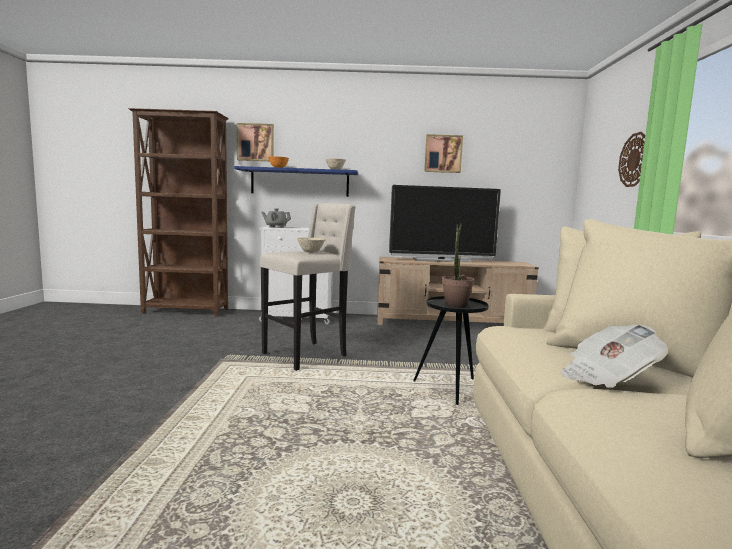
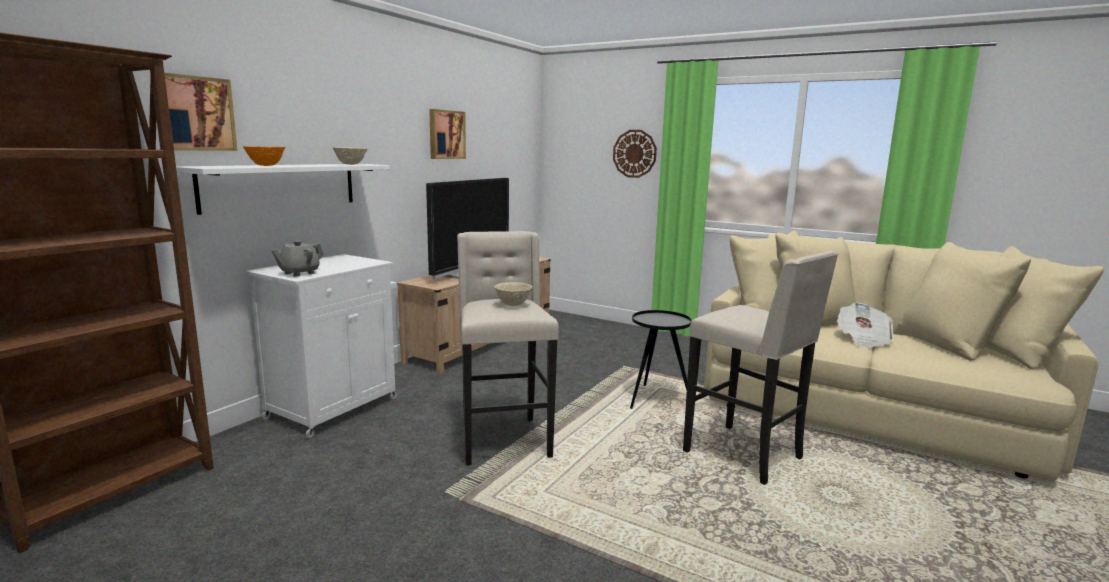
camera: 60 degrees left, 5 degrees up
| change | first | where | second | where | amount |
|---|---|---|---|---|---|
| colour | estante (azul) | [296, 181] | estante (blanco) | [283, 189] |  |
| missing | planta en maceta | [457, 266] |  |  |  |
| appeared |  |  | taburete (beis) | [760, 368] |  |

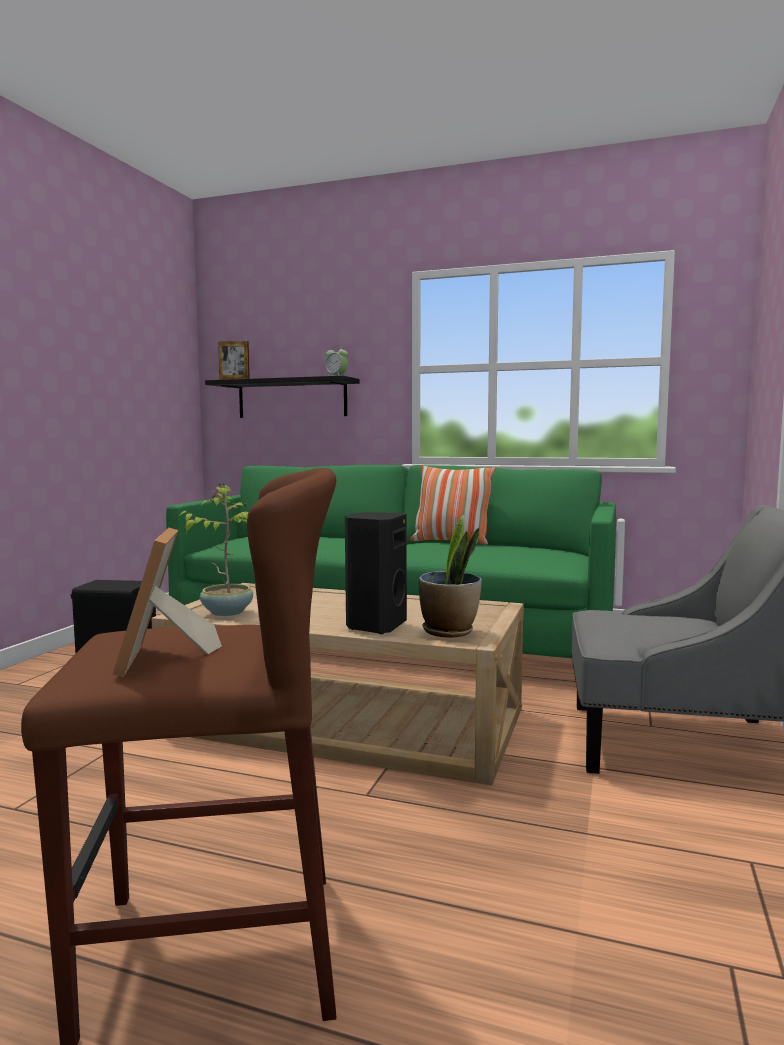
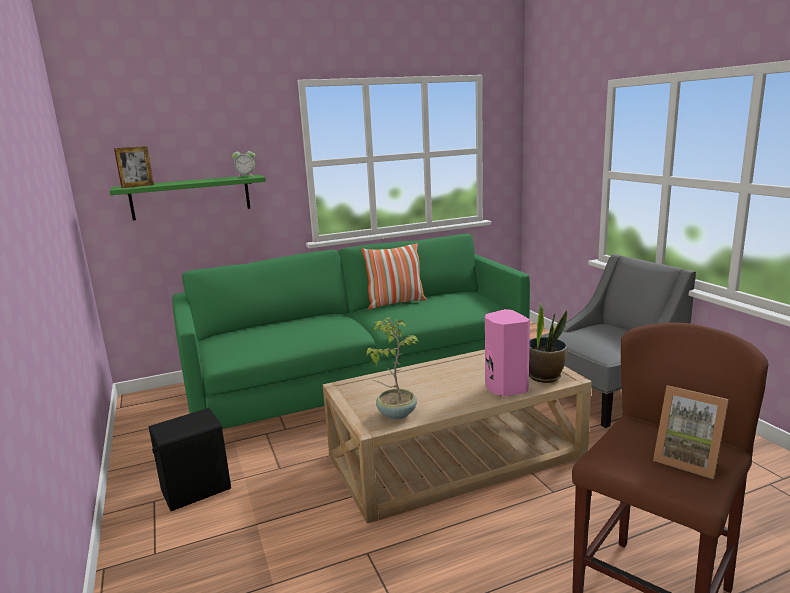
camera: 40 degrees left, 10 degrees up
| change | first | where | second | where | amount |
|---|---|---|---|---|---|
| colour | estante (negro) | [282, 396] | estante (verde) | [188, 198] |  |
| colour | altavoz (negro) | [376, 573] | altavoz (rosa) | [507, 352] |  |

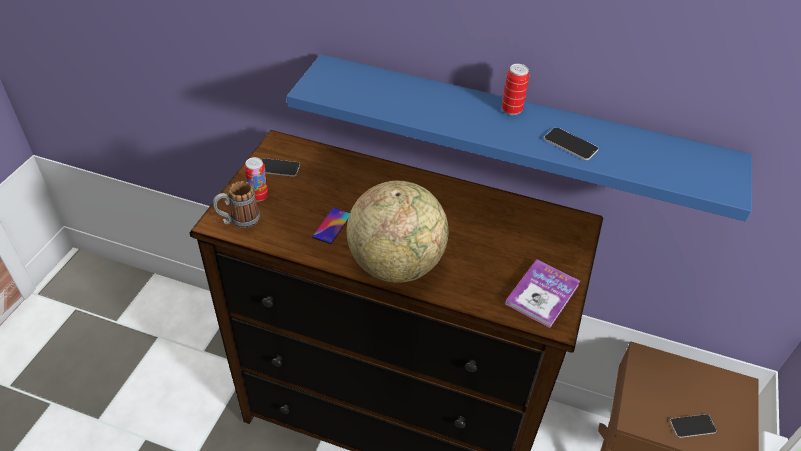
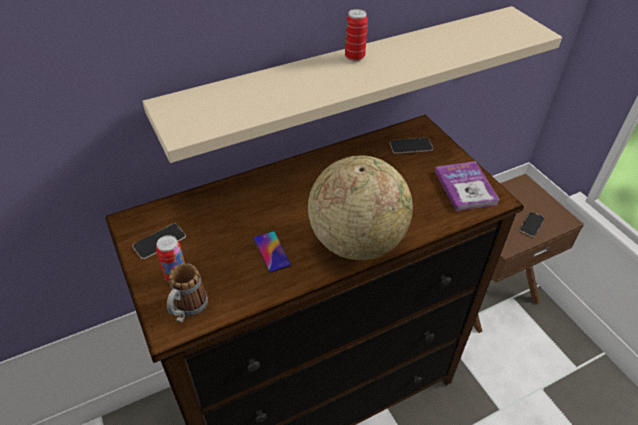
camera: 45 degrees left, 0 degrees up
| change | first | where | second | where | amount |
|---|---|---|---|---|---|
| colour | estante (azul) | [519, 137] | estante (beis) | [352, 84] |  |
| relocated | móvil | [571, 143] |  | [411, 146] |  |

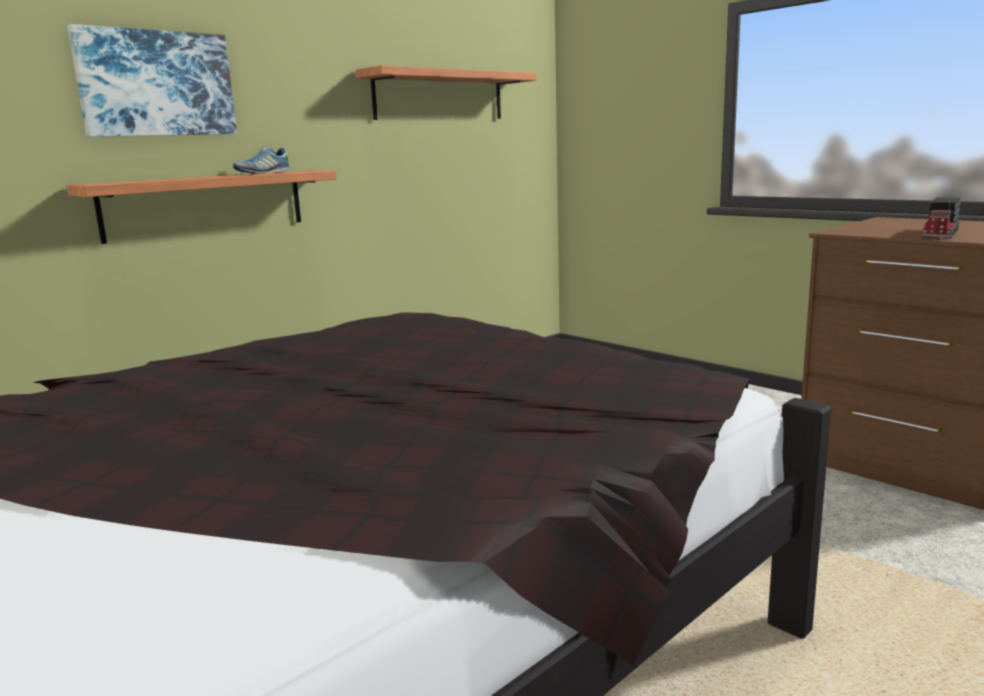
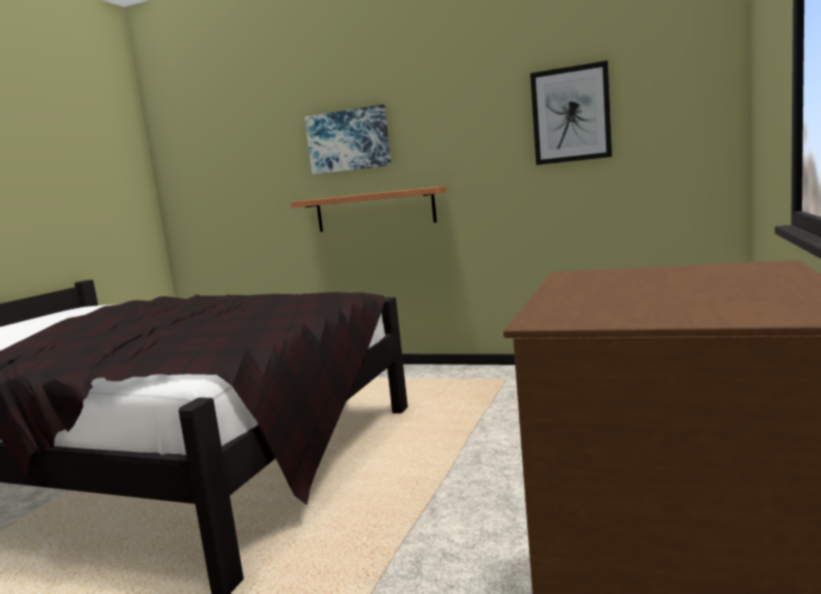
camera: 65 degrees right, 5 degrees down
| change | first | where | second | where | amount |
|---|---|---|---|---|---|
| missing | zapato | [261, 160] |  |  |  |
| exchanged | estante | [446, 92] | cuadro | [571, 113] |  |
| missing | camión de juguete | [941, 217] |  |  |  |

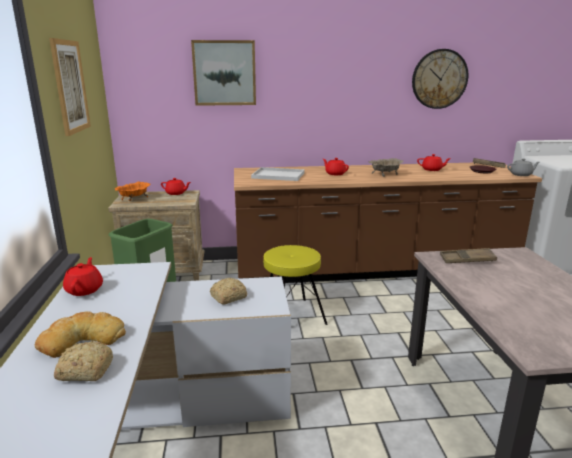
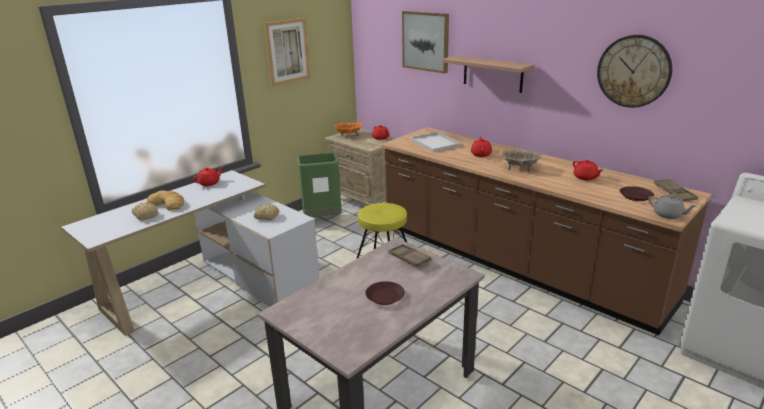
camera: 50 degrees right, 5 degrees up
| change | first | where | second | where | amount |
|---|---|---|---|---|---|
| appeared |  |  | plato (marrón) | [385, 293] |  |
| appeared |  |  | estante | [488, 74] |  |

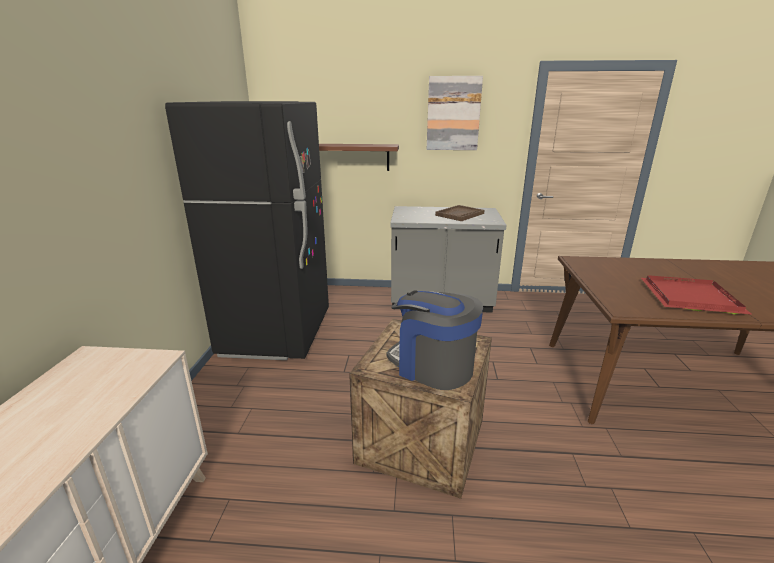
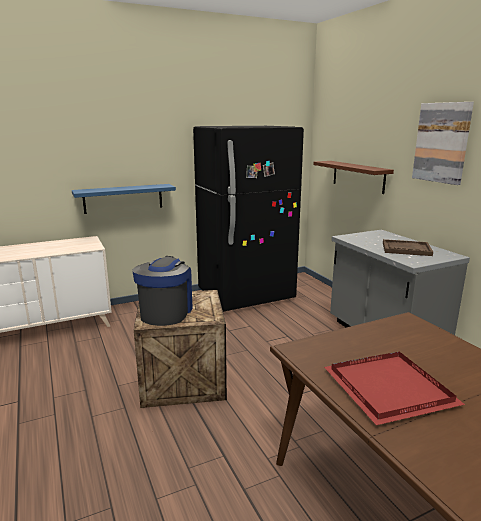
camera: 60 degrees right, 5 degrees down
| change | first | where | second | where | amount |
|---|---|---|---|---|---|
| appeared |  |  | estante (azul) | [124, 199] |  |

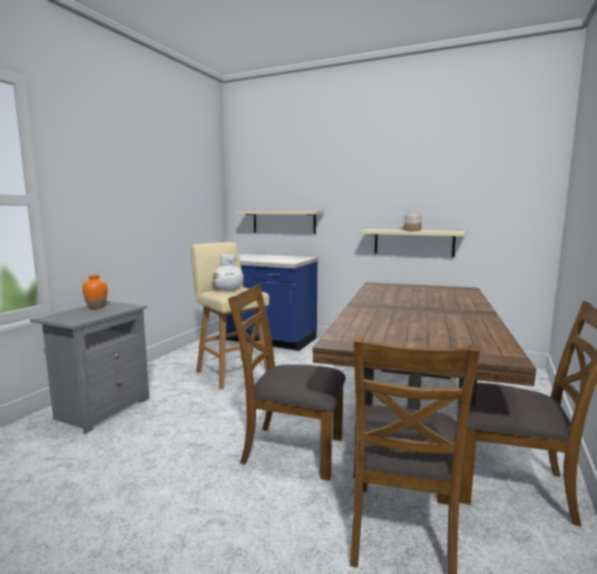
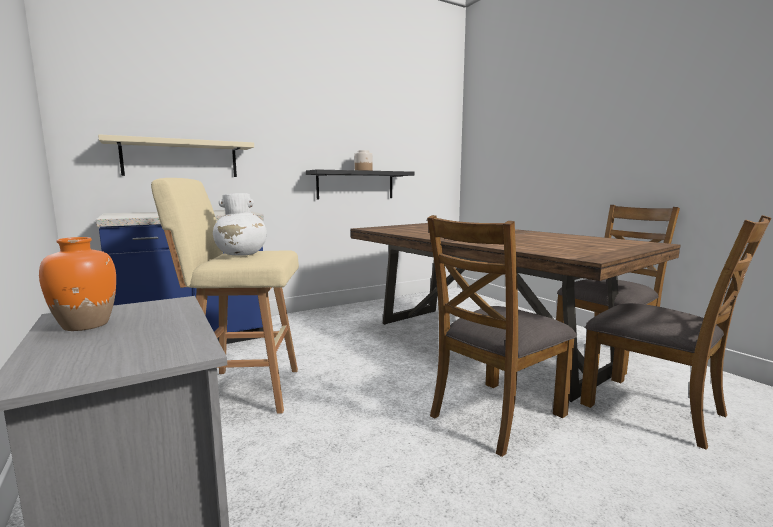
camera: 55 degrees left, 0 degrees up
| change | first | where | second | where | amount |
|---|---|---|---|---|---|
| colour | estante (beis) | [413, 243] | estante (negro) | [360, 184] |  |

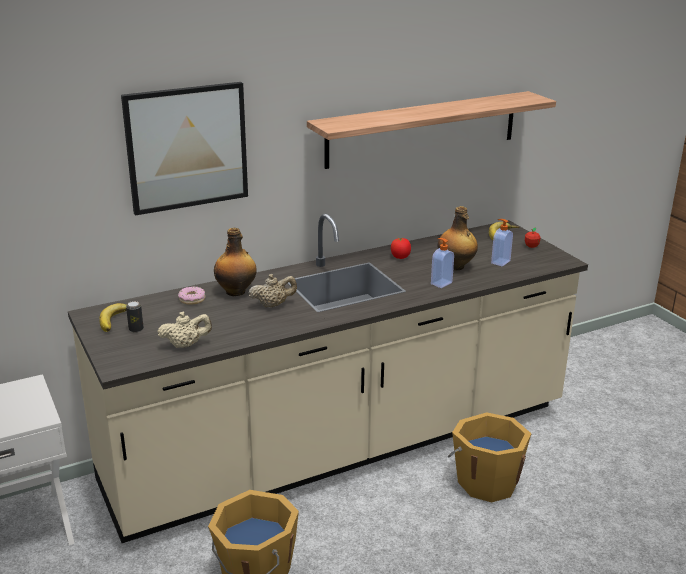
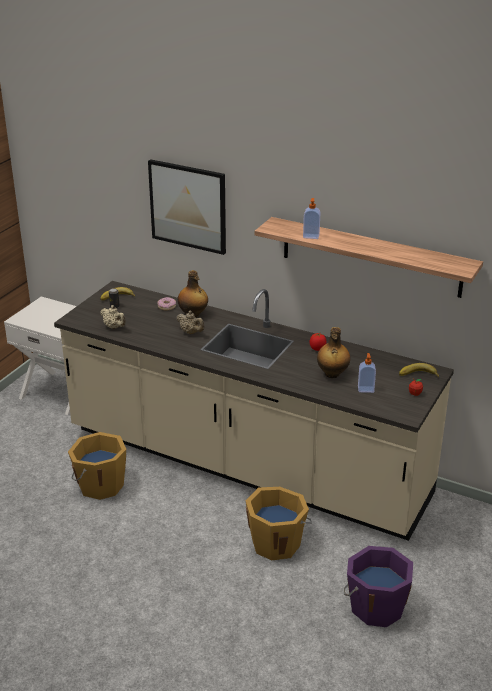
camera: 55 degrees right, 5 degrees up
| change | first | where | second | where | amount |
|---|---|---|---|---|---|
| relocated | dispensador de jabón | [442, 263] |  | [311, 218] |  |
| appeared |  |  | cubo (morado) | [378, 586] |  |

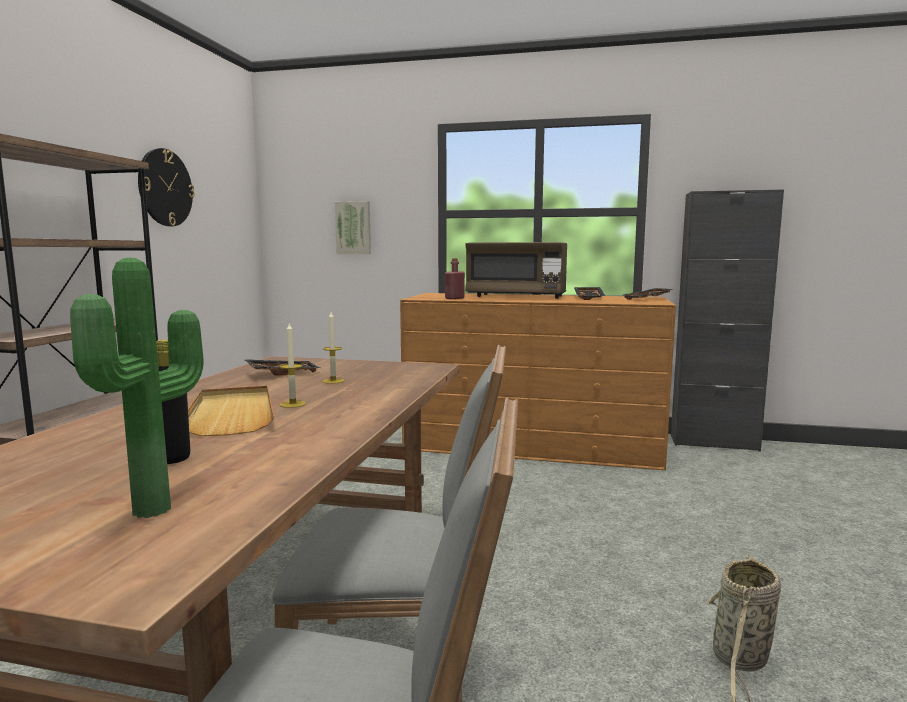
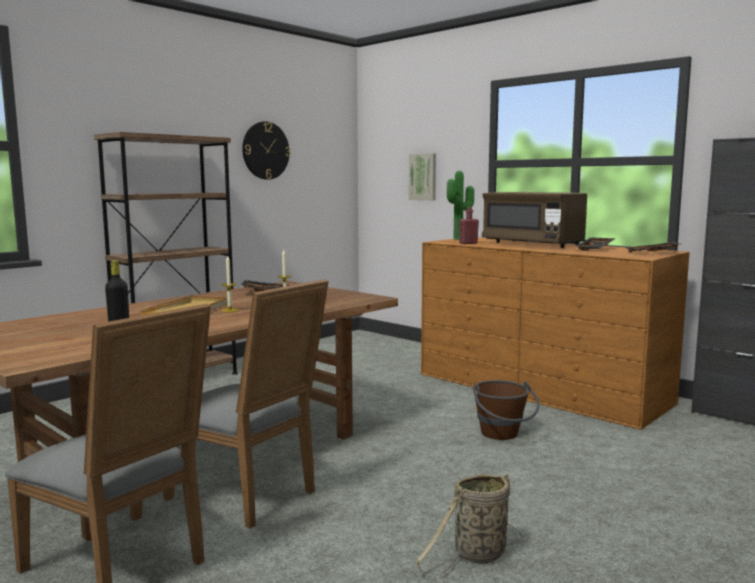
camera: 30 degrees right, 0 degrees up
| change | first | where | second | where | amount |
|---|---|---|---|---|---|
| relocated | planta en maceta | [137, 387] |  | [460, 205] |  |
| appeared |  |  | cubo (marrón) | [506, 410] |  |

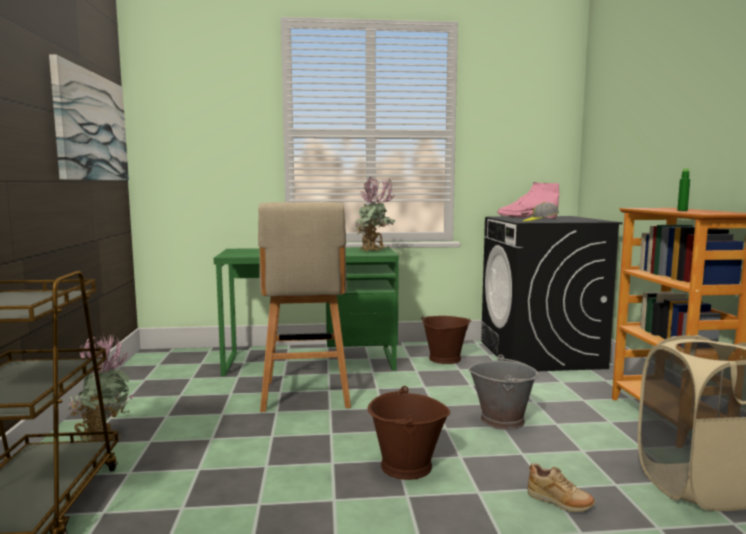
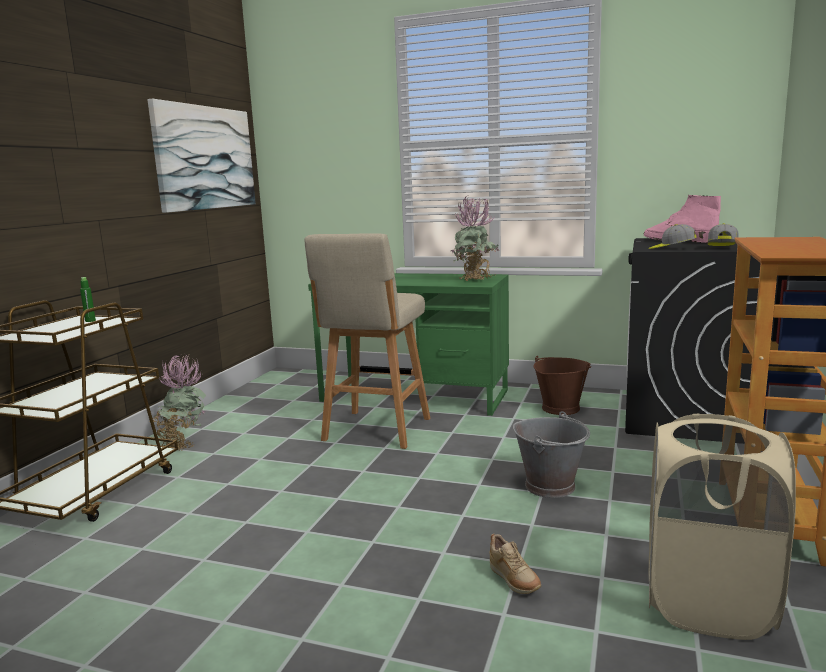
camera: 25 degrees right, 5 degrees up
| change | first | where | second | where | amount |
|---|---|---|---|---|---|
| missing | cubo (marrón) | [409, 433] |  |  |  |
| relocated | botella (verde) | [683, 189] |  | [88, 299] |  |
| appeared |  |  | gorra | [723, 234] |  |

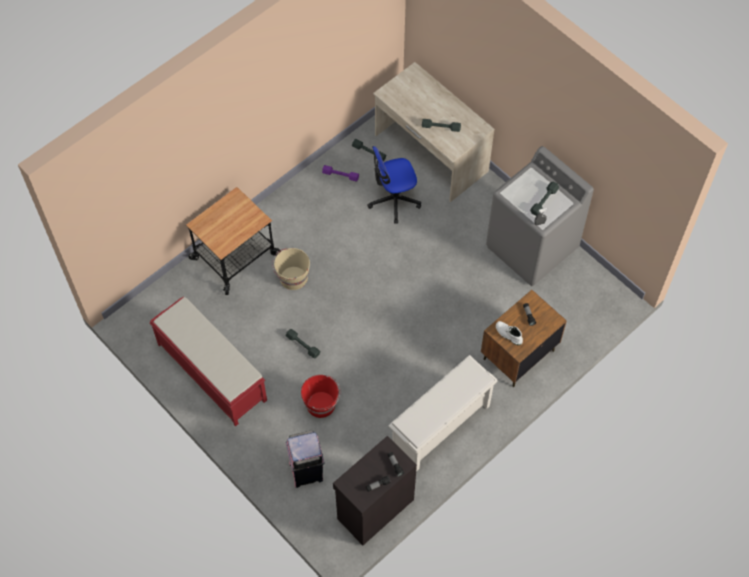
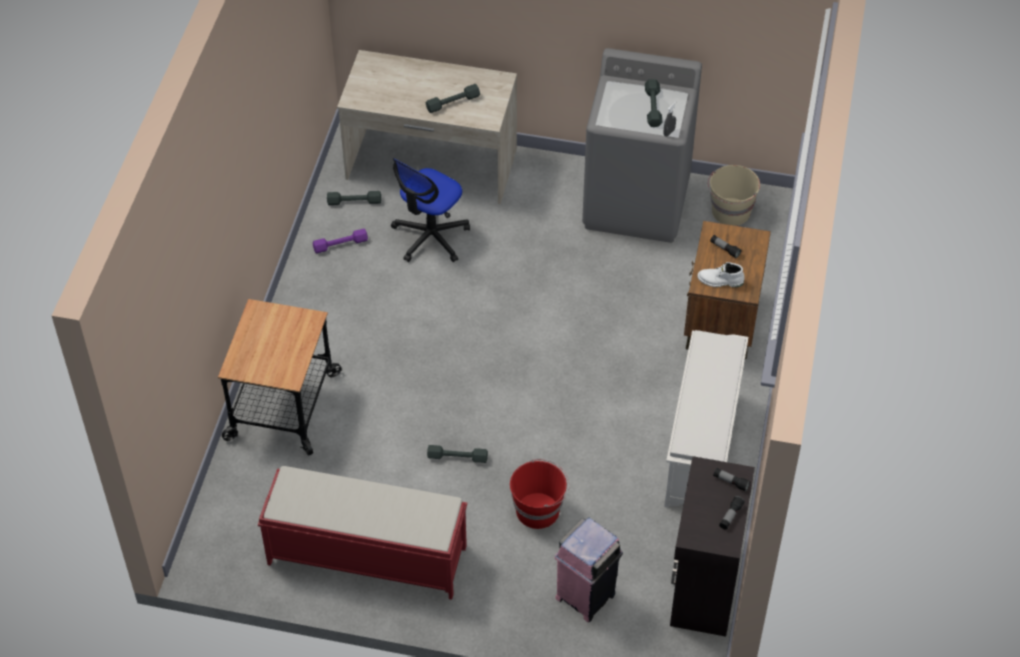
camera: 35 degrees left, 10 degrees down
| change | first | where | second | where | amount |
|---|---|---|---|---|---|
| relocated | cubo (beis) | [291, 269] |  | [734, 195] |  |

